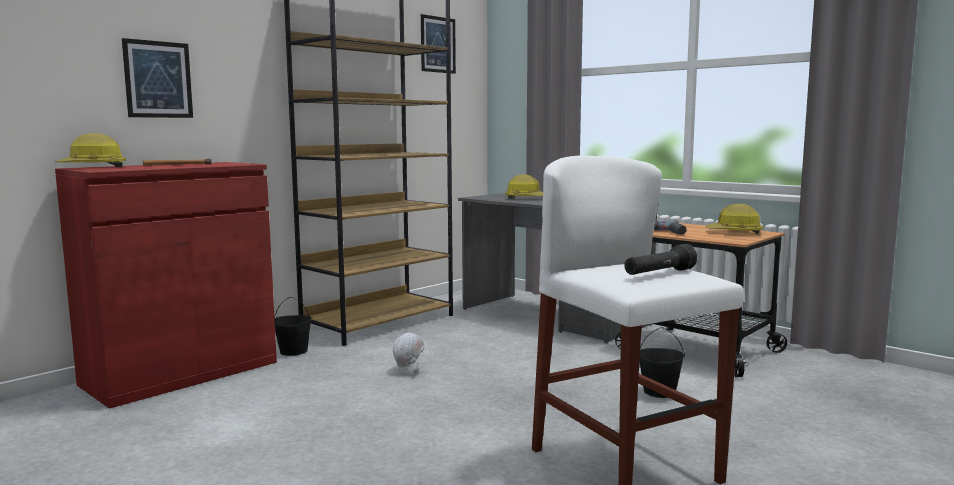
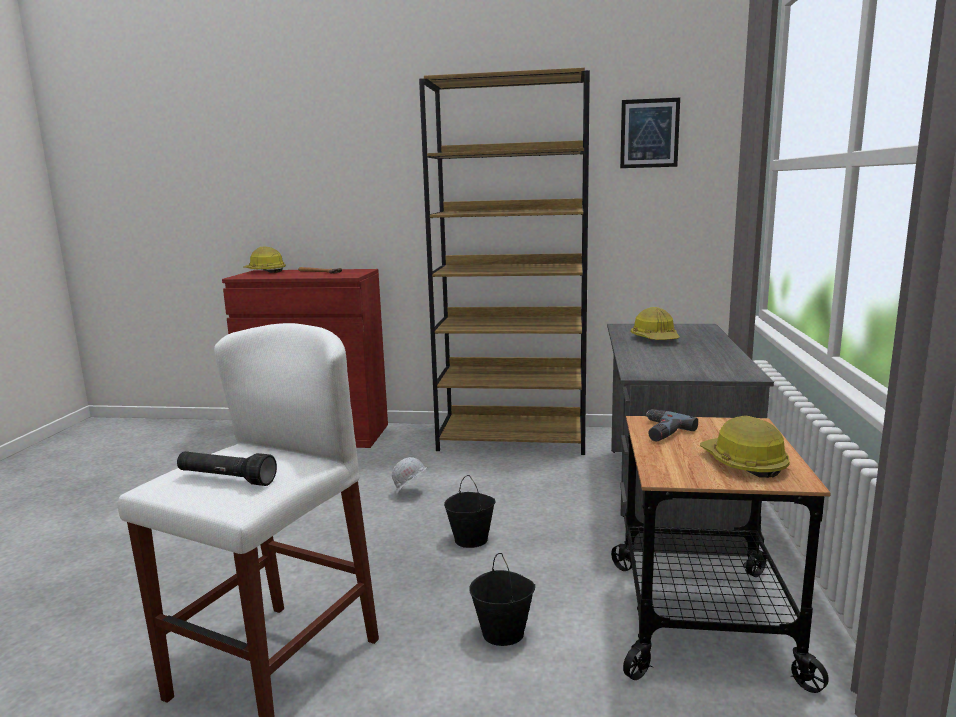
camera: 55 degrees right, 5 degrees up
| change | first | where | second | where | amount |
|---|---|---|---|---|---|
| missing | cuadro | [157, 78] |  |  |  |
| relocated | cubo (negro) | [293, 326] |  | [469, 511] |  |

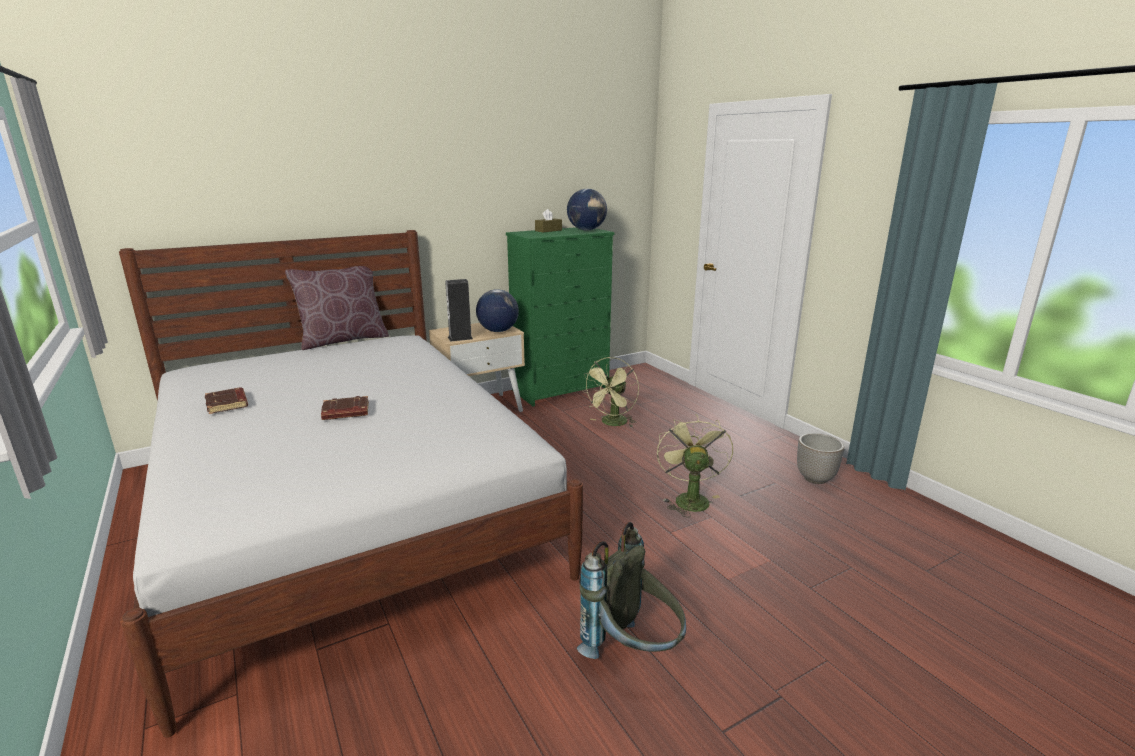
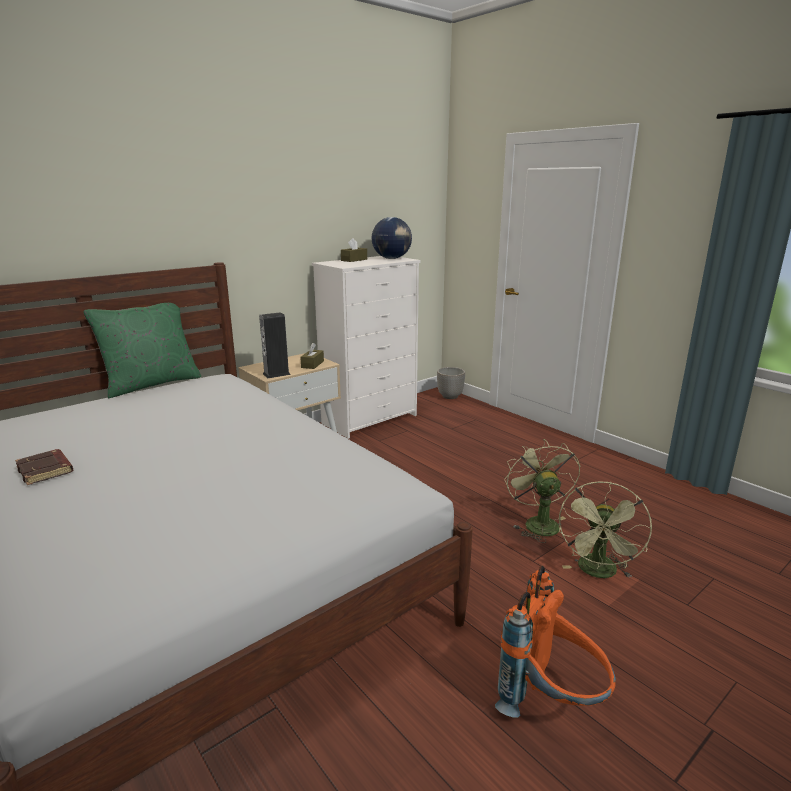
camera: 10 degrees left, 0 degrees up
| change | first | where | second | where | amount |
|---|---|---|---|---|---|
| colour | cojín (marrón) | [337, 308] | cojín (verde) | [142, 350] |  |
| missing | libro (marrón) | [345, 408] |  |  |  |
| exchanged | globo terráqueo | [497, 310] | caja de pañuelos (marrón) | [312, 356] |  |
| colour | cómoda (verde) | [560, 316] | cómoda (blanco) | [366, 347] |  |
| colour | mochila (gris) | [631, 590] | mochila (naranja) | [555, 641] |  |
| relocated | ventilador (verde) | [611, 392] |  | [605, 529] |  |
| relocated | maceta | [820, 458] |  | [451, 383] |  |

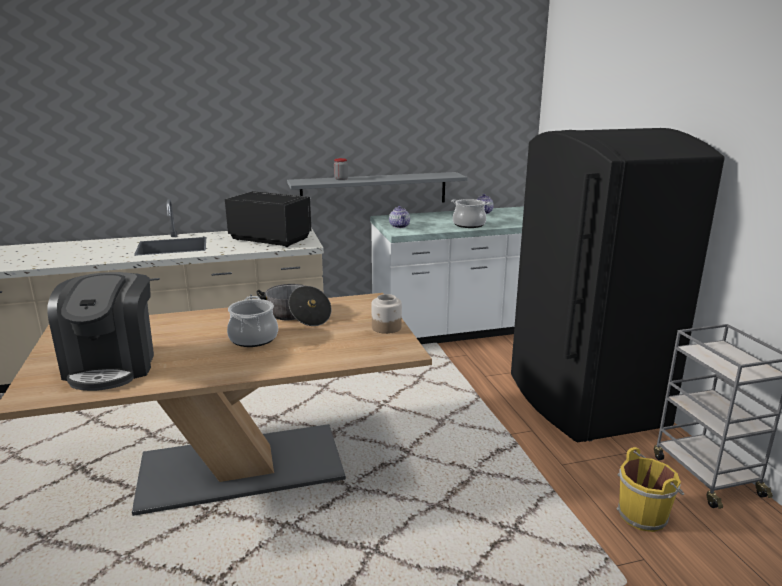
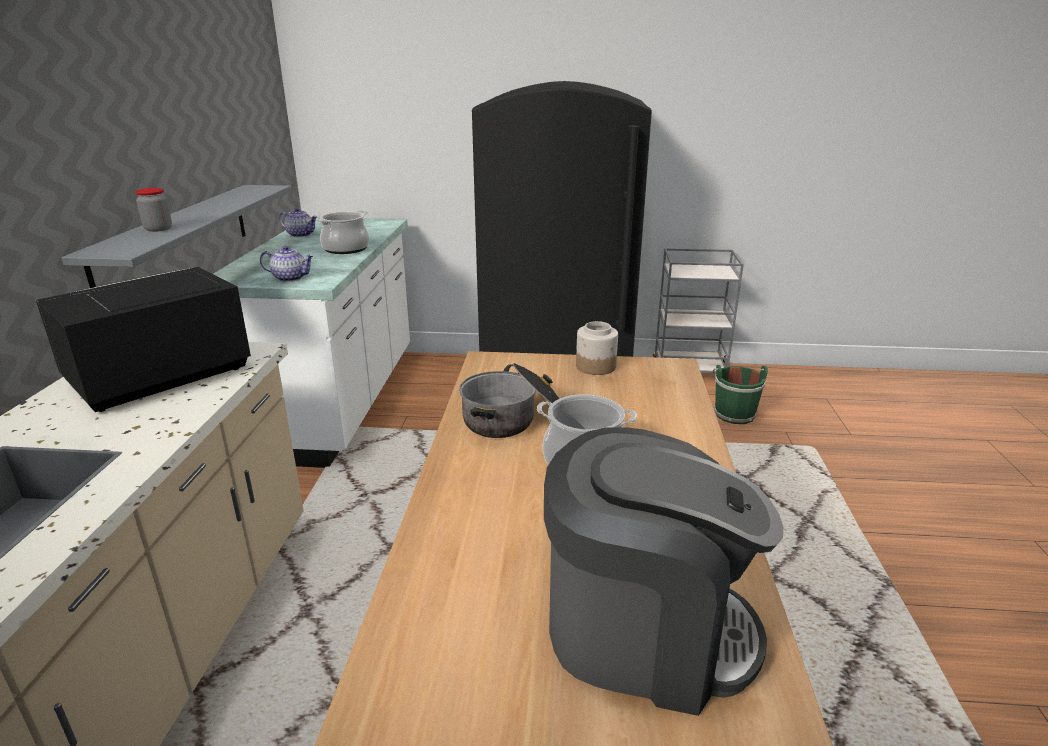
camera: 70 degrees left, 5 degrees up
| change | first | where | second | where | amount |
|---|---|---|---|---|---|
| colour | cubo (amarillo) | [651, 489] | cubo (verde) | [740, 394] |  |

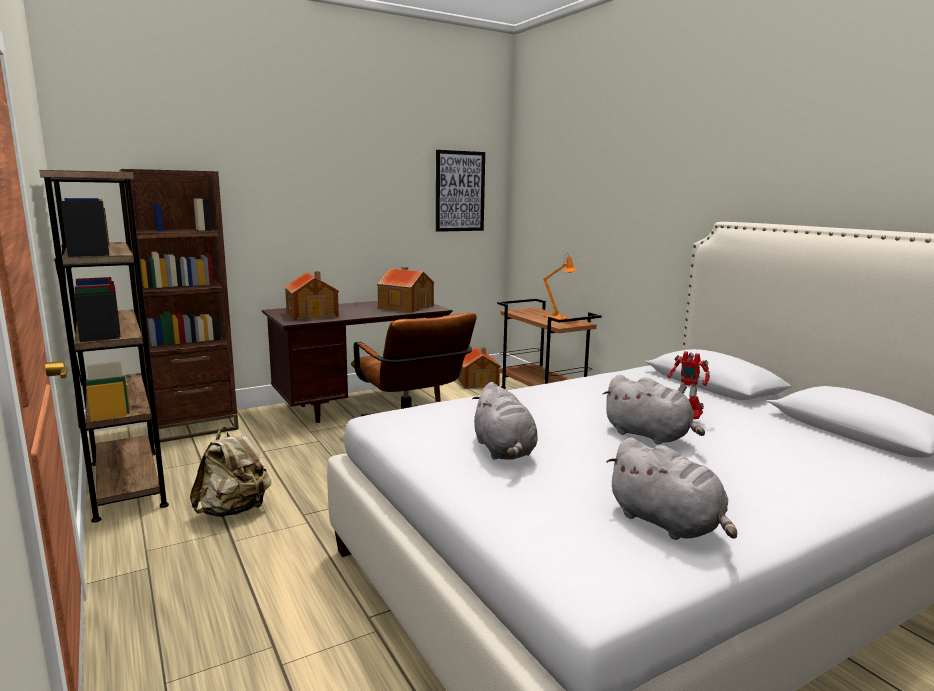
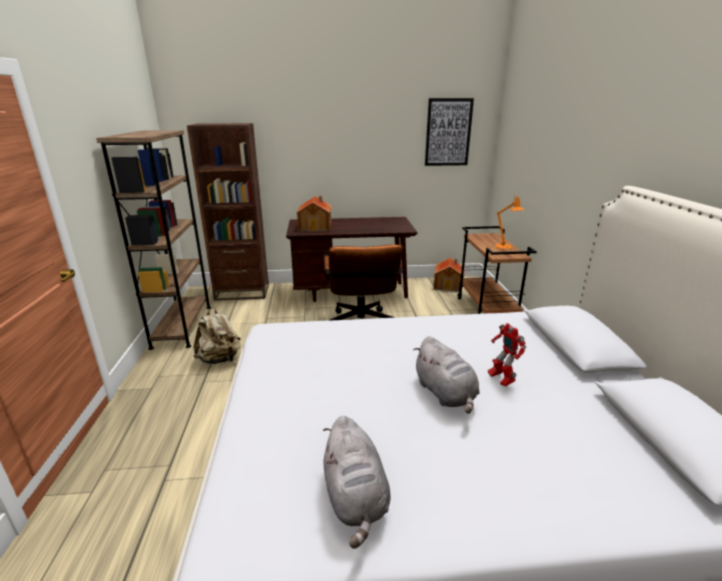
camera: 25 degrees right, 10 degrees up
| change | first | where | second | where | amount |
|---|---|---|---|---|---|
| missing | casita | [405, 290] |  |  |  |
| missing | peluche (gris) | [505, 421] |  |  |  |

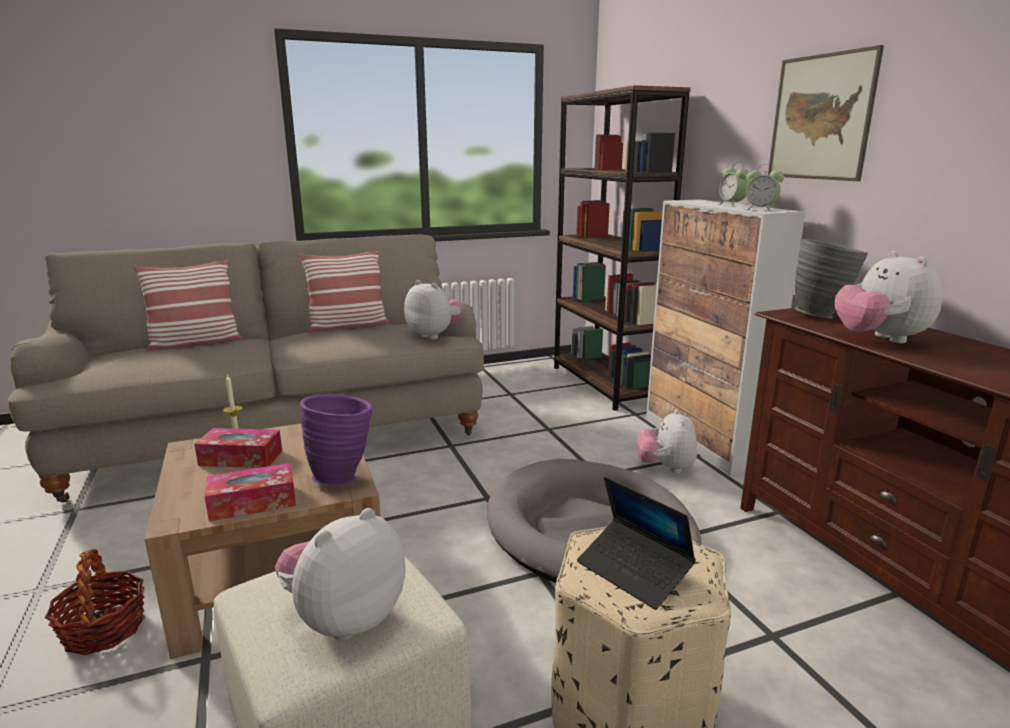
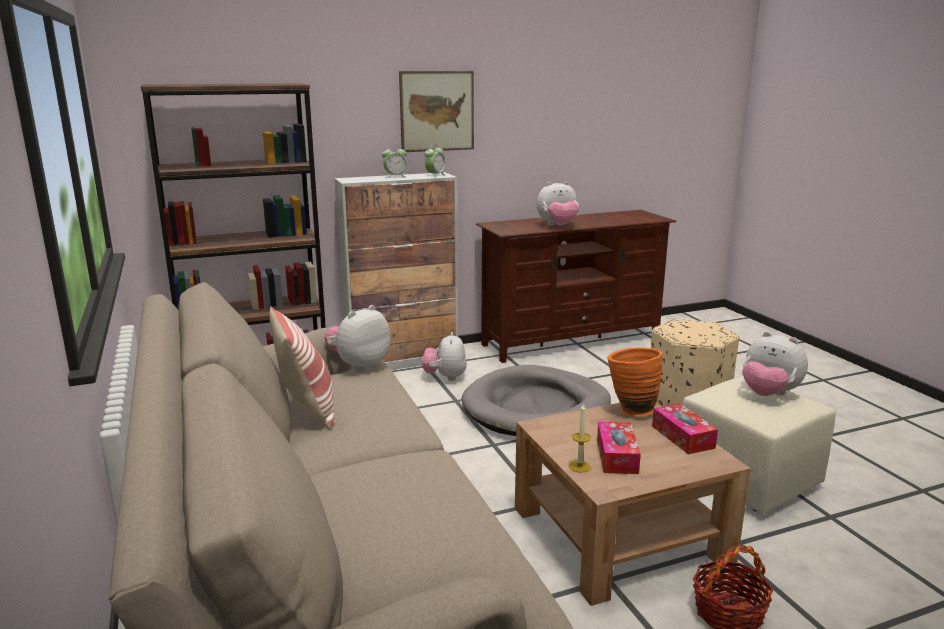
camera: 90 degrees left, 0 degrees up
| change | first | where | second | where | amount |
|---|---|---|---|---|---|
| missing | cojín | [188, 305] |  |  |  |
| colour | florero (morado) | [336, 440] | florero (naranja) | [635, 381] |  |
| missing | portátil | [636, 543] |  |  |  |
| spun | peluche | [666, 441] |  | [444, 356] | 90 degrees clockwise |
| missing | florero (gris) | [831, 279] |  |  |  |

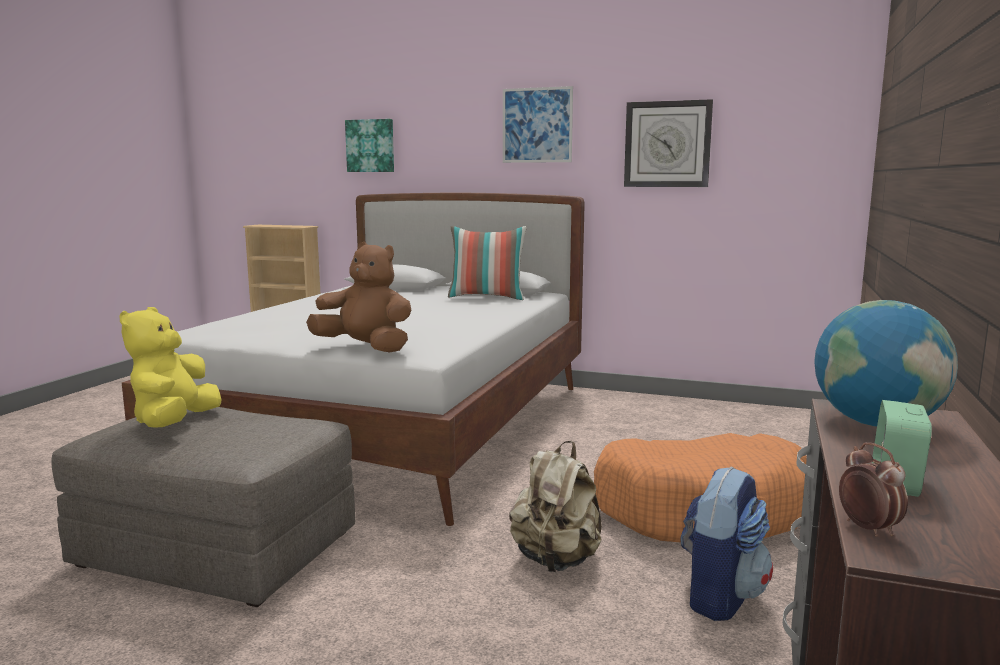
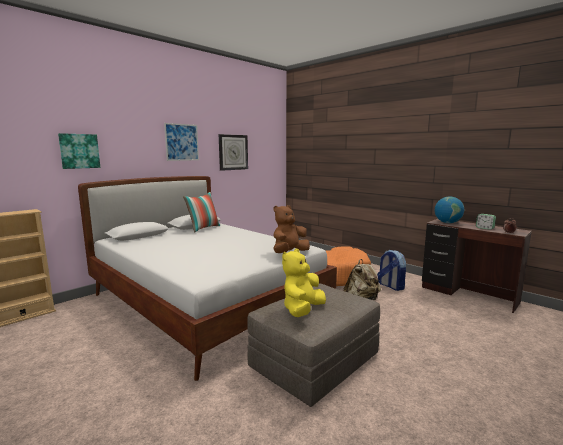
camera: 65 degrees left, 0 degrees up
| change | first | where | second | where | amount |
|---|---|---|---|---|---|
| spun | peluche (amarillo) | [170, 367] |  | [304, 283] | 90 degrees clockwise |

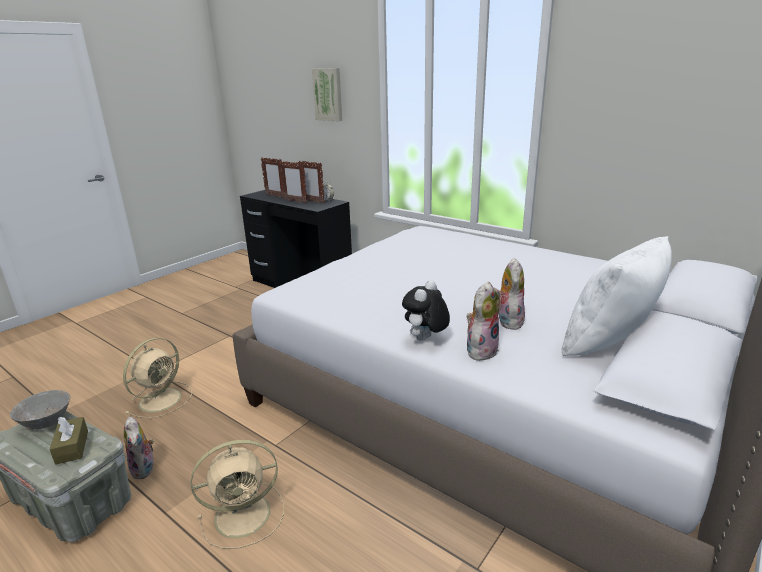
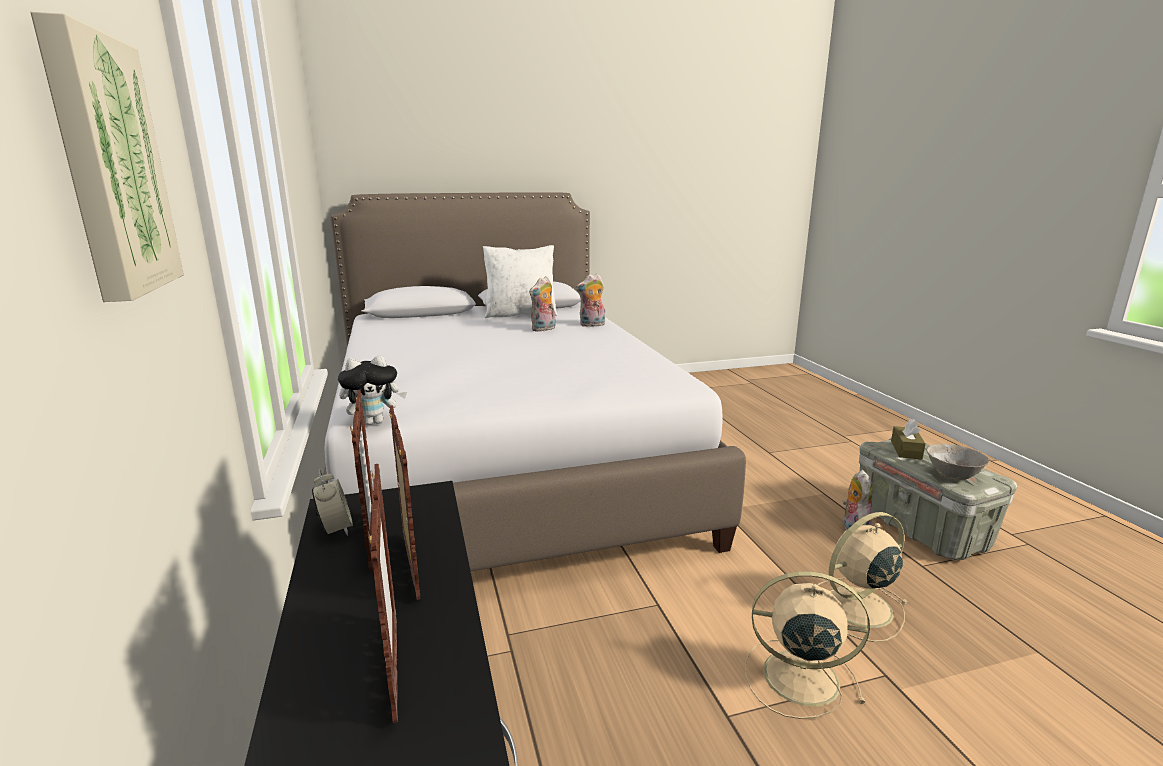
camera: 145 degrees left, 5 degrees down
| change | first | where | second | where | amount |
|---|---|---|---|---|---|
| relocated | ventilador (beis) | [237, 494] |  | [807, 645] |  |
| relocated | peluche | [426, 310] |  | [372, 390] |  |

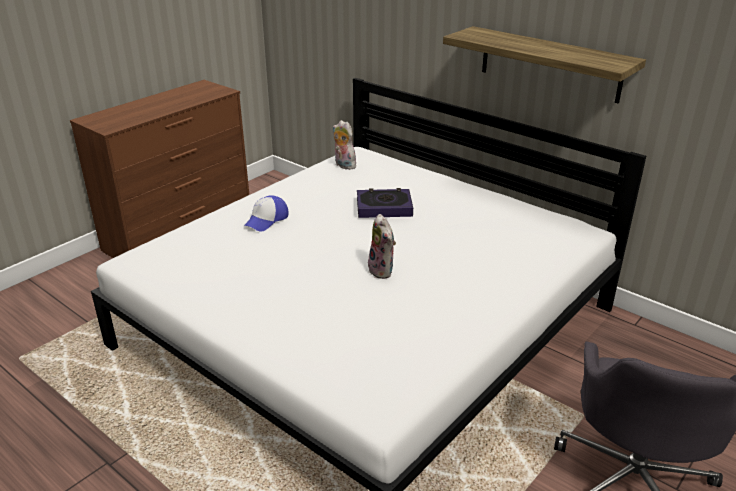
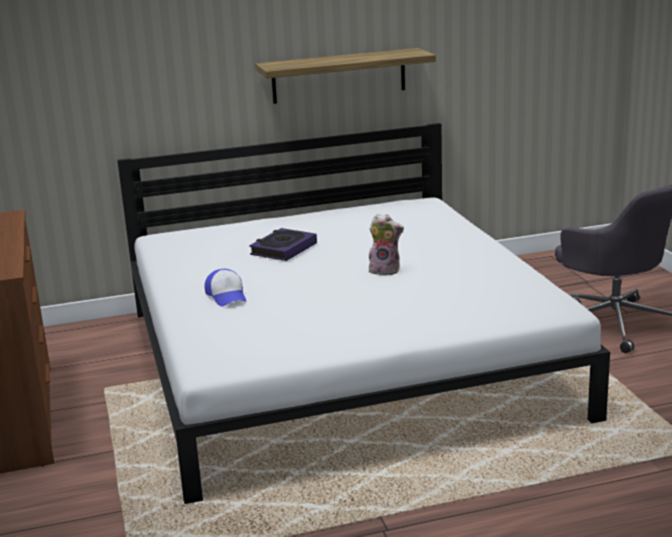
camera: 55 degrees left, 10 degrees down
| change | first | where | second | where | amount |
|---|---|---|---|---|---|
| missing | peluche | [344, 145] |  |  |  |

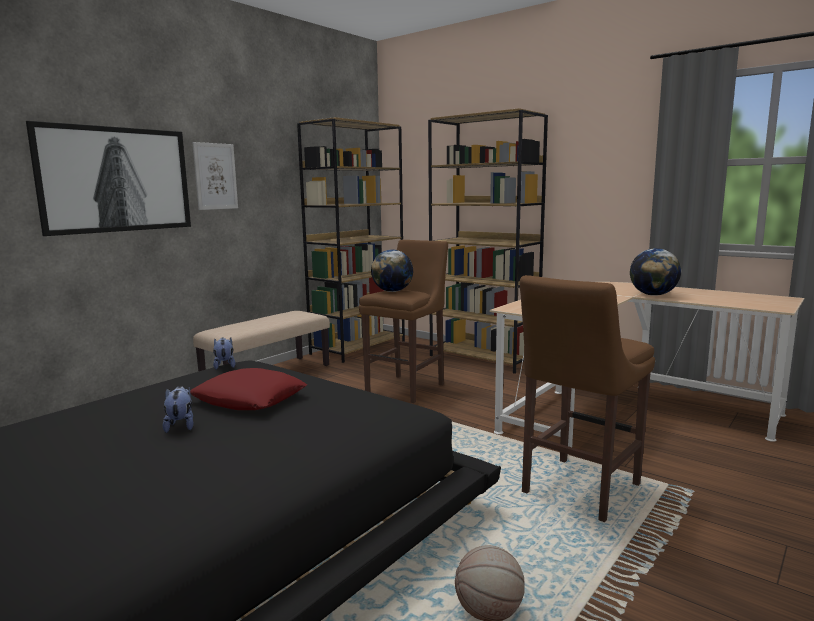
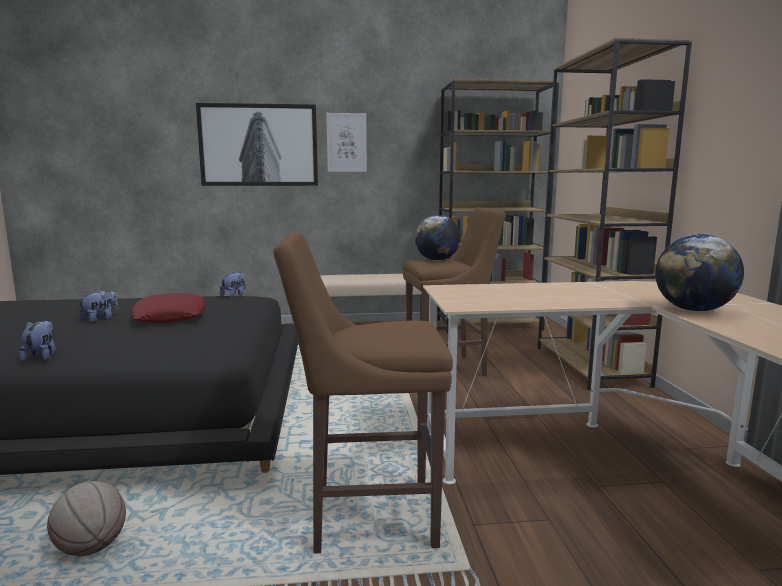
camera: 45 degrees right, 0 degrees up
| change | first | where | second | where | amount |
|---|---|---|---|---|---|
| appeared |  |  | peluche | [37, 341] |  |

